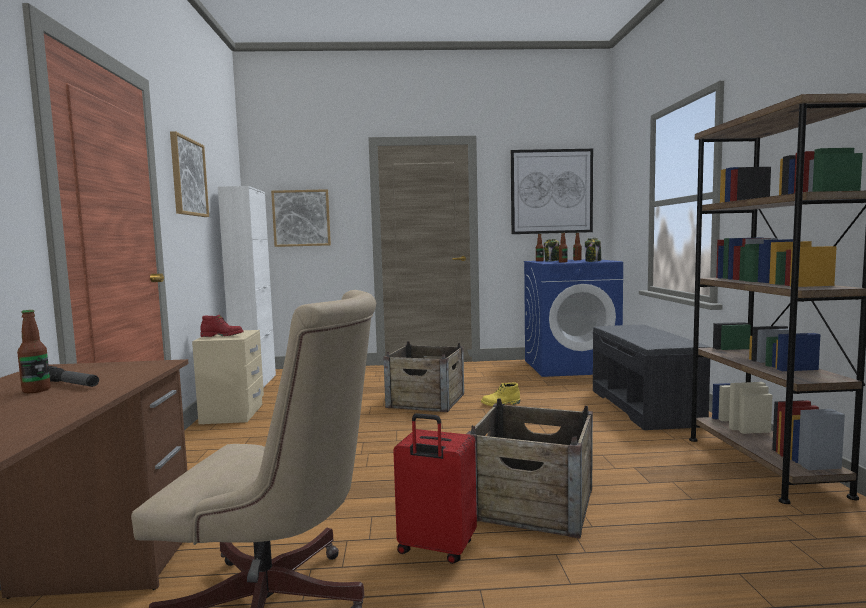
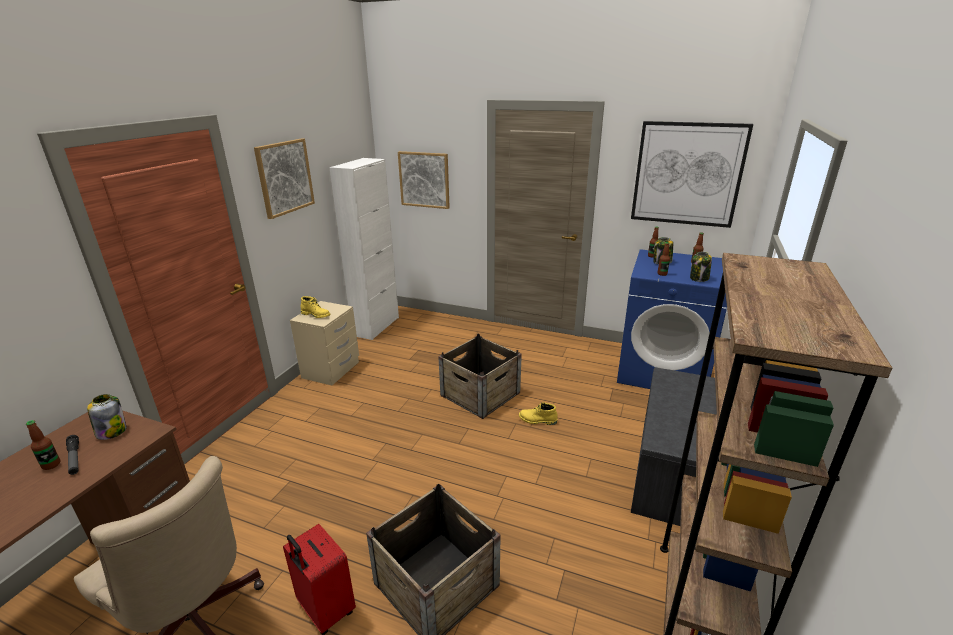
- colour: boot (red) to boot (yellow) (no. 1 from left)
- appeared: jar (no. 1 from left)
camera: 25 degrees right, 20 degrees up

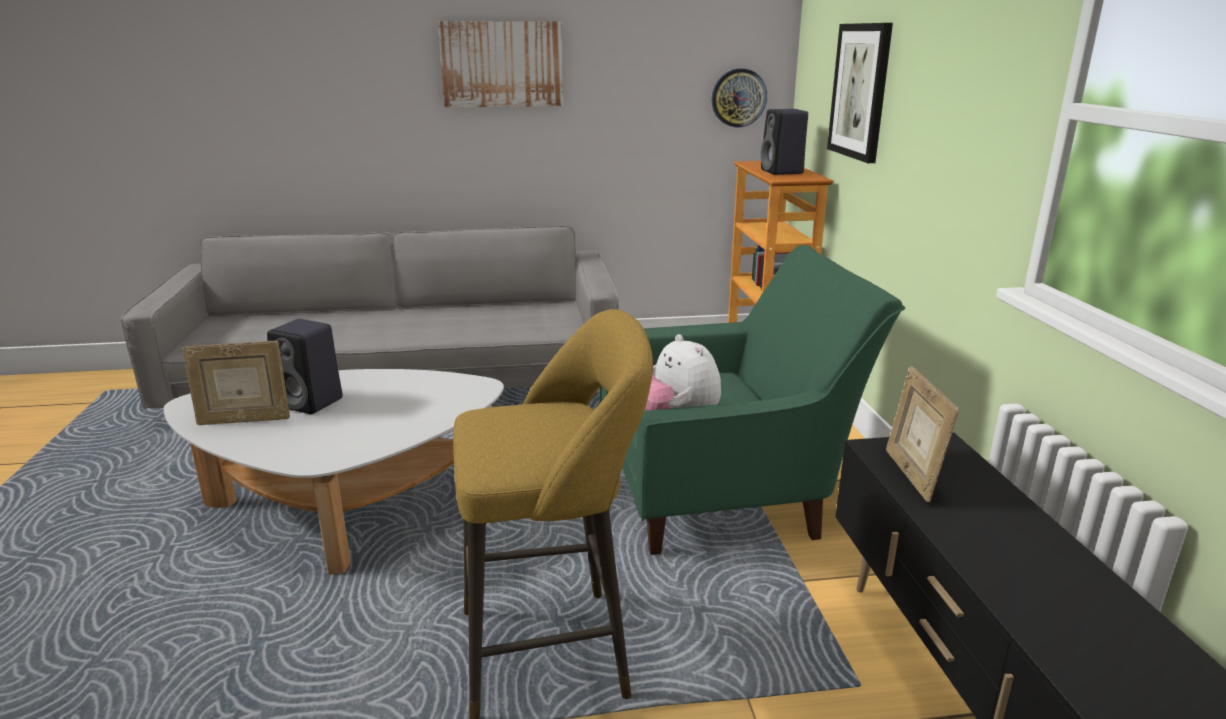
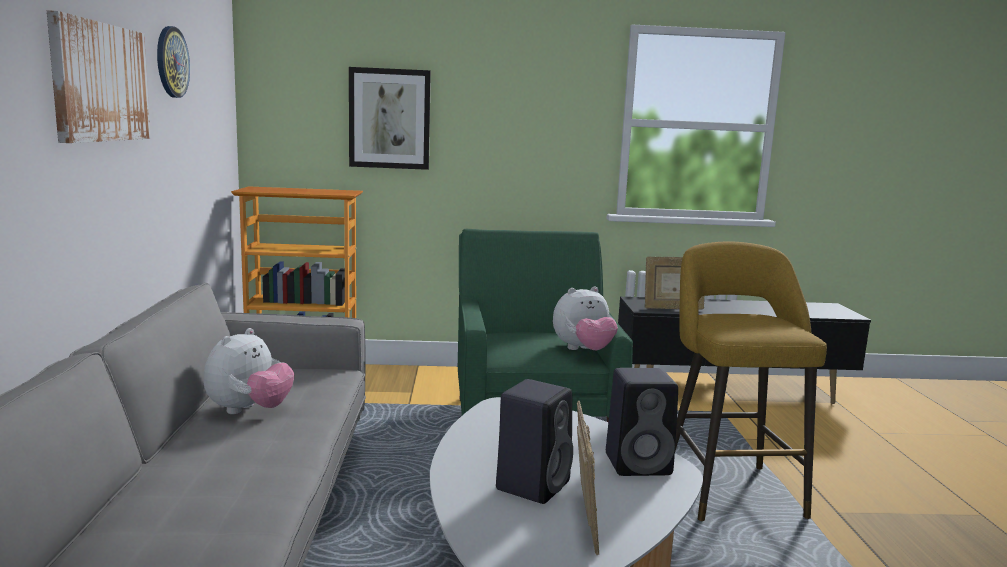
- relocated: wall clock
- relocated: speaker (black) (no. 2 from left)
- appeared: plush toy (no. 1 from left)
camera: 85 degrees left, 10 degrees down

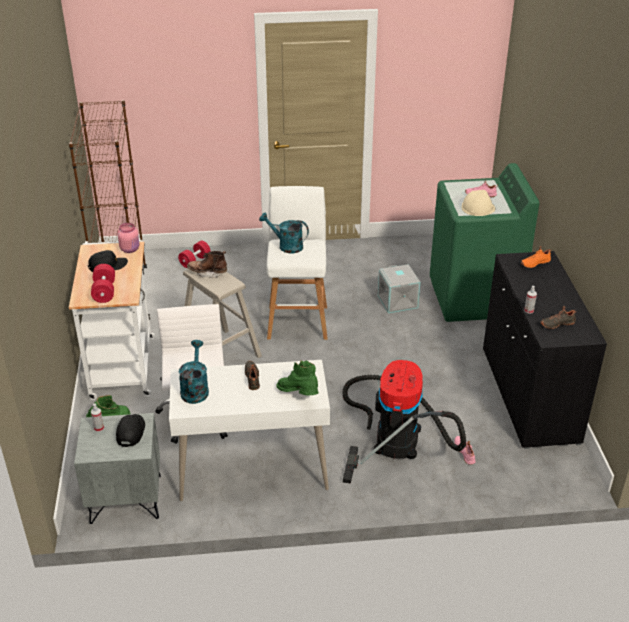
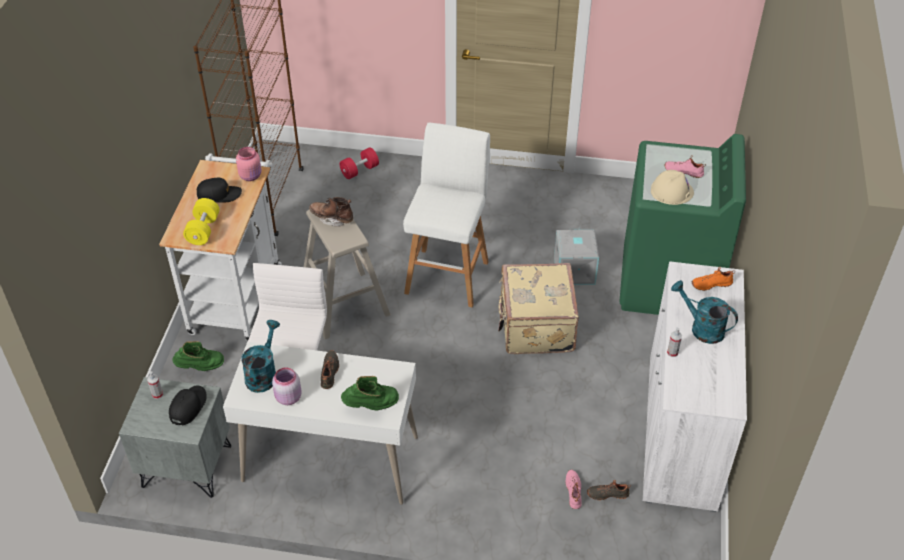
- relocated: watering can (turquoise) (no. 2 from left)
- colour: cabinet (black) to cabinet (white)
- colour: dumbbell (red) (no. 1 from left) to dumbbell (yellow)
- relocated: shoe (black) (no. 2 from left)
- spun: boot (green) (no. 2 from left) 105 degrees clockwise
- missing: vacuum cleaner
- appeared: suitcase (beige)
- appeared: jar (pink) (no. 2 from left)
camera: 15 degrees right, 10 degrees up

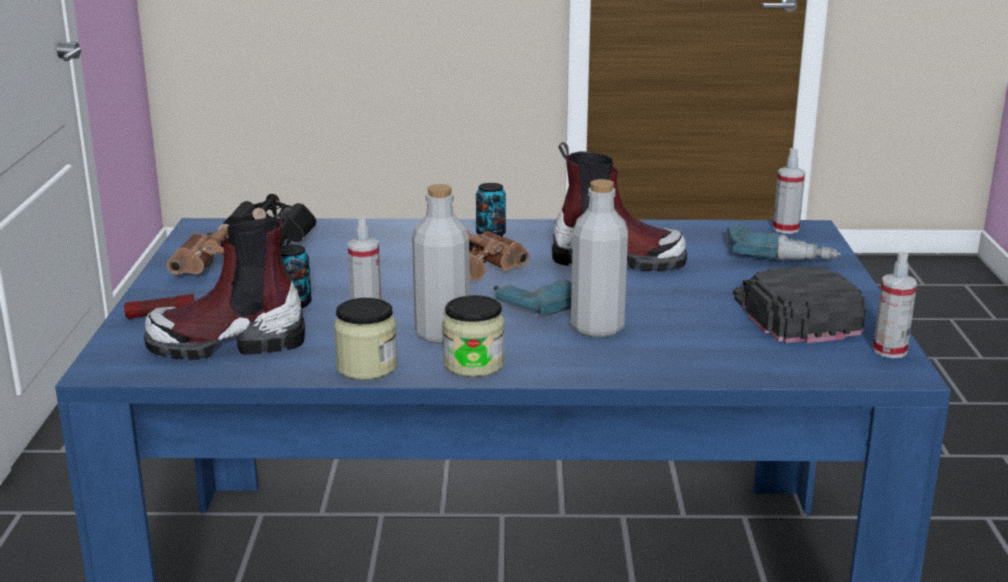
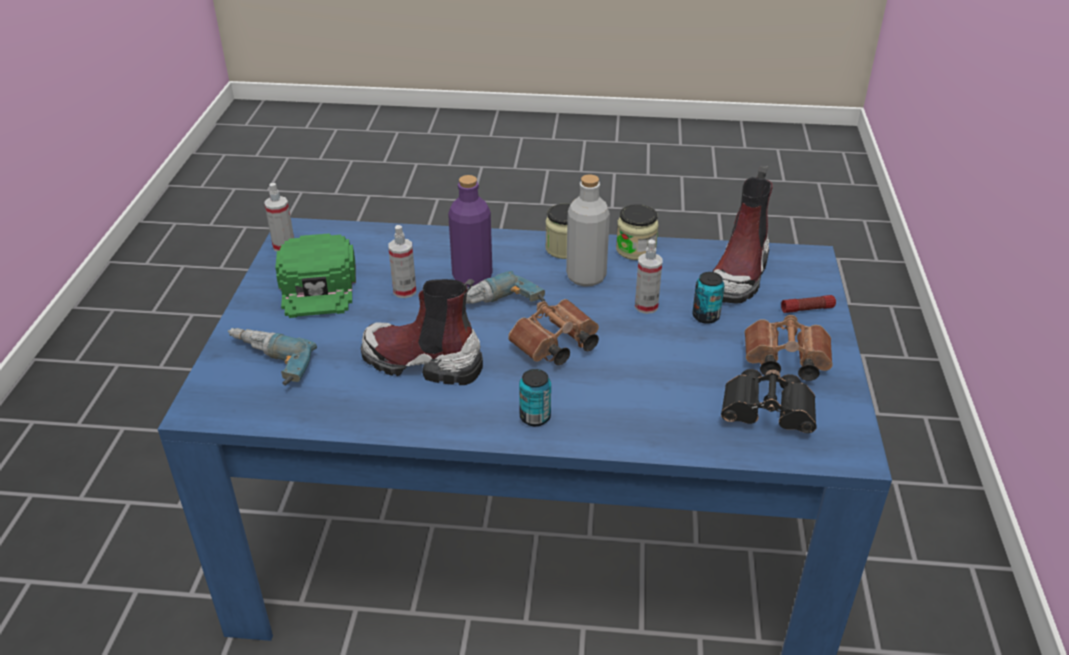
- relocated: spray bottle (no. 2 from left)
- colour: bottle (grey) (no. 2 from left) to bottle (purple)
- spun: boot (no. 1 from left in the first image) 120 degrees clockwise
- colour: cap (black) to cap (green)
camera: 175 degrees left, 15 degrees up

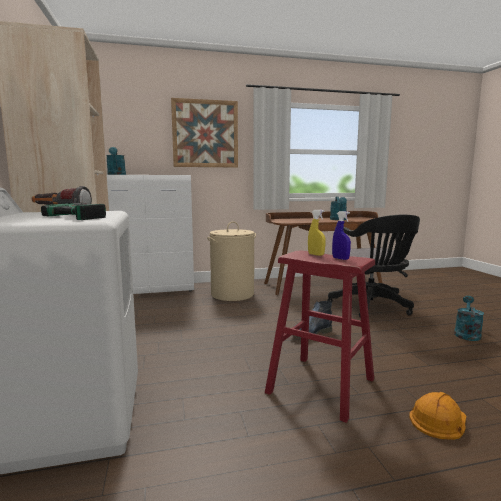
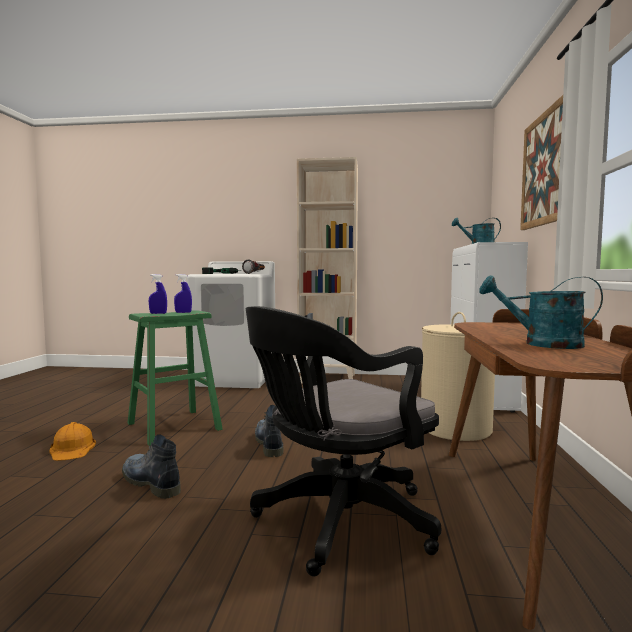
- colour: spray bottle (yellow) to spray bottle (blue) (no. 2 from left)
- spun: office chair (black) 45 degrees counterclockwise
- colour: stool (red) to stool (green)
- missing: watering can (turquoise) (no. 3 from left)
- appeared: boot (no. 1 from left)
camera: 110 degrees right, 5 degrees down

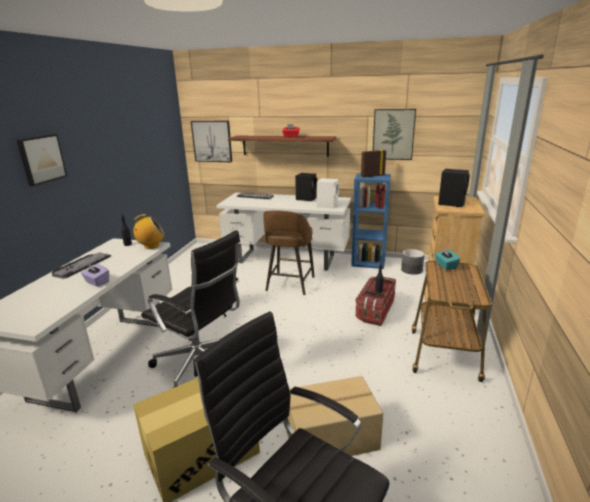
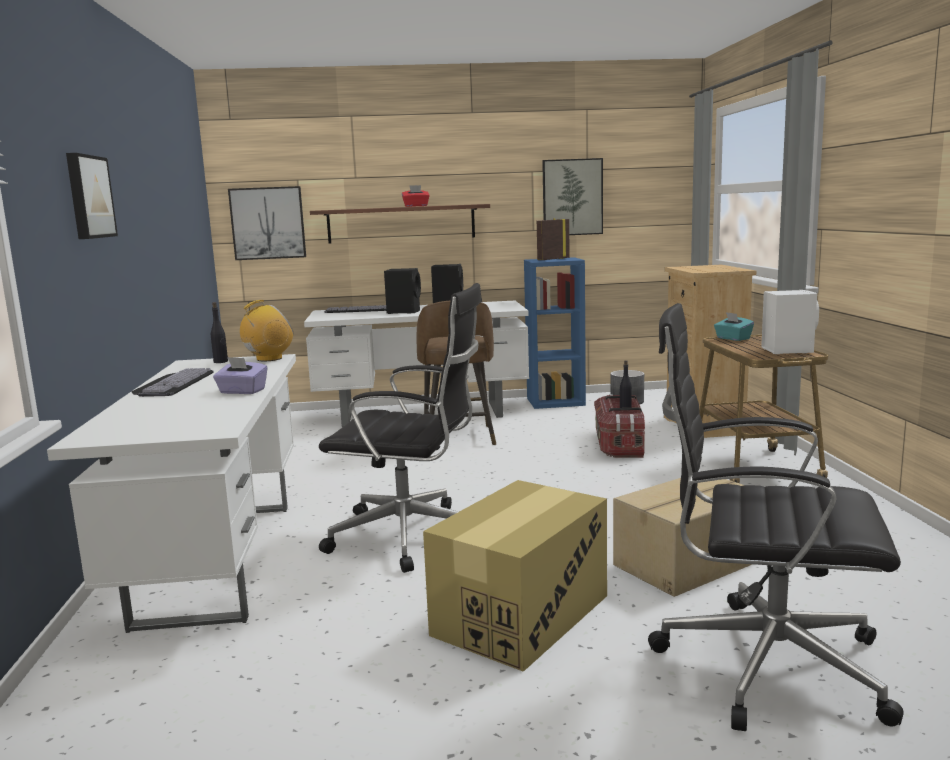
- relocated: speaker (black) (no. 2 from left in the first image) to speaker (black) (no. 1 from left)
- relocated: speaker (white)
camera: 20 degrees left, 10 degrees down

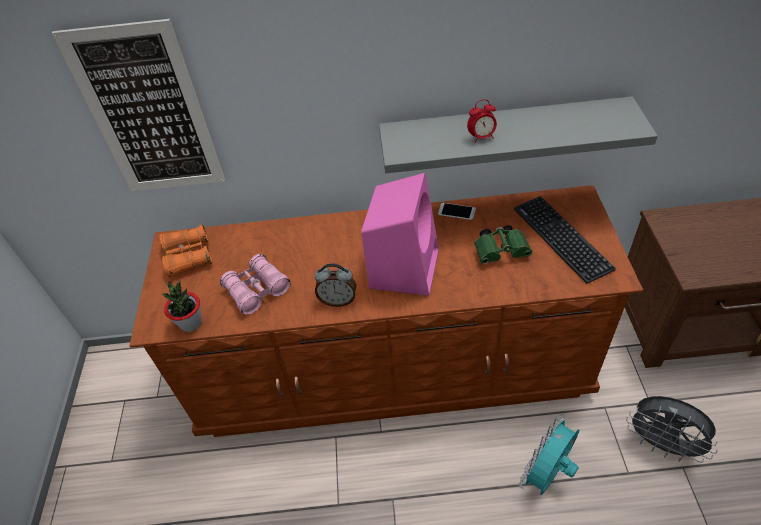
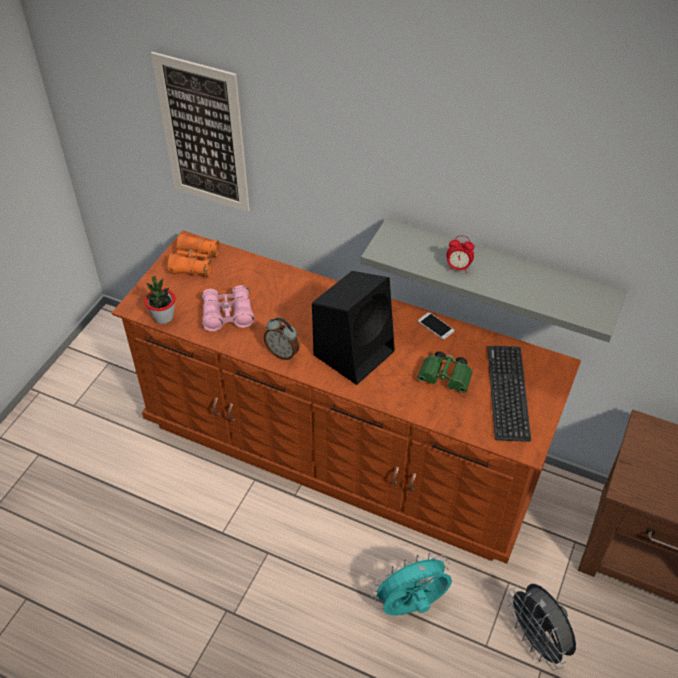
- colour: speaker (pink) to speaker (black)
camera: 25 degrees right, 0 degrees up

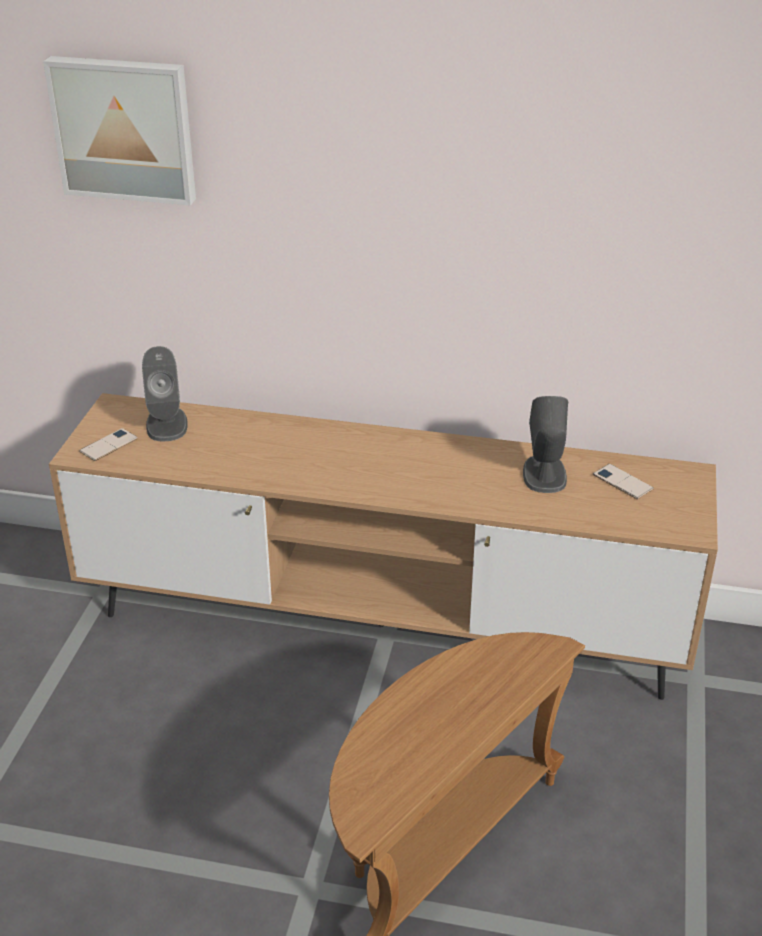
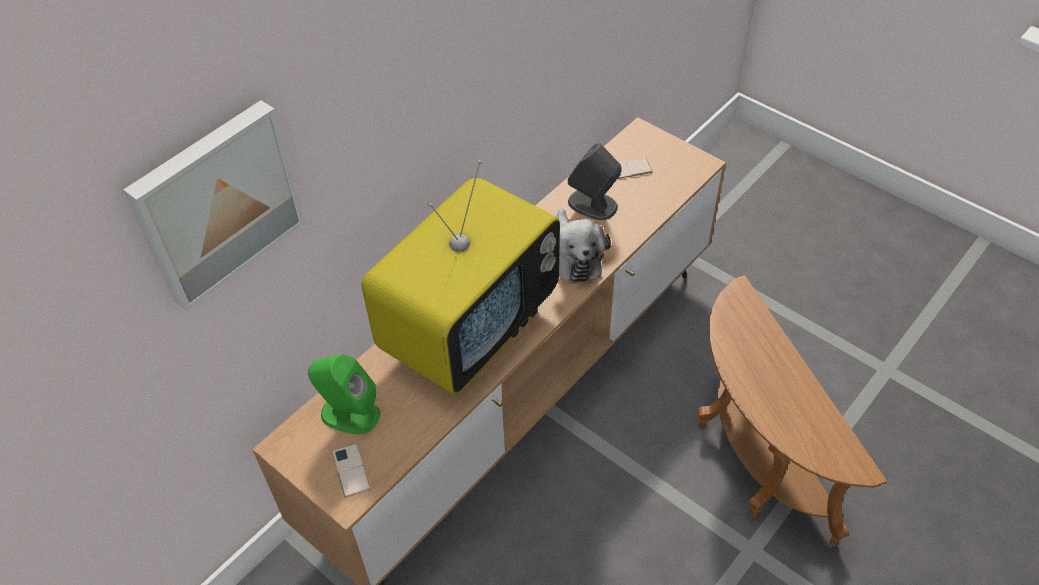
- colour: speaker (grey) (no. 1 from left) to speaker (green)
- appeared: television
- appeared: plush toy
camera: 60 degrees left, 15 degrees up

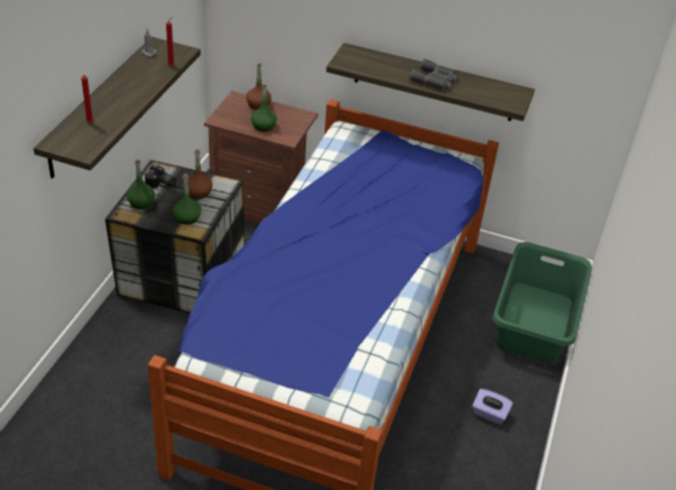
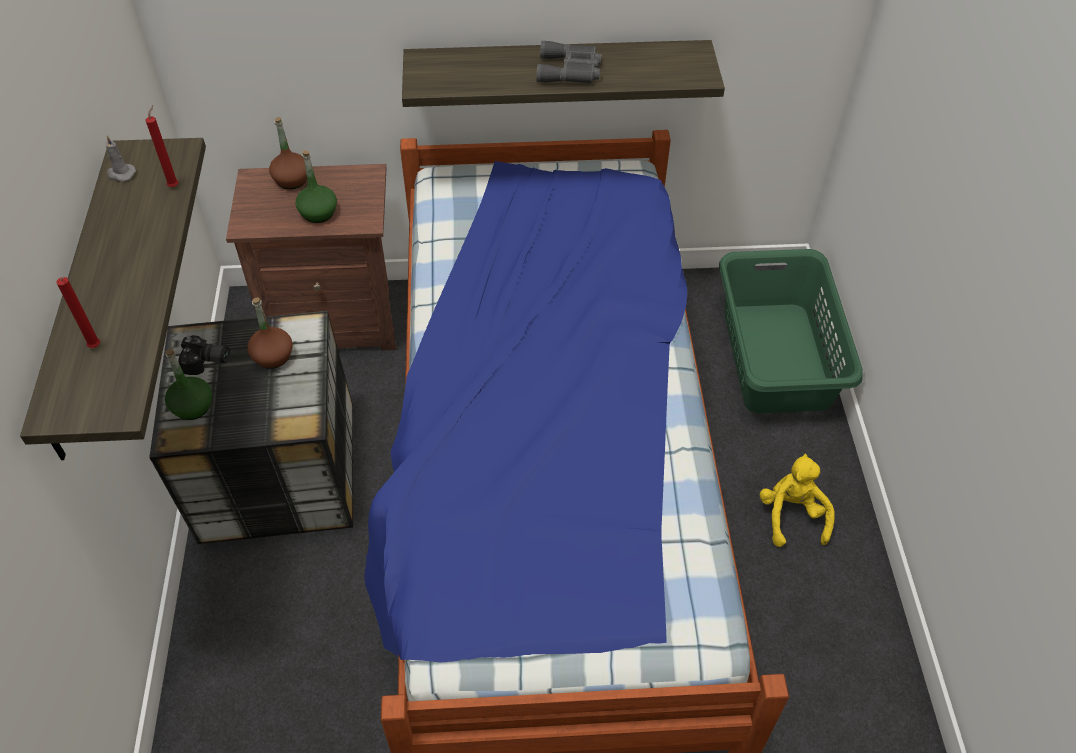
- missing: bottle (green) (no. 2 from left)
- exchanged: tissue box (purple) to plush toy (yellow)
camera: 20 degrees left, 10 degrees up

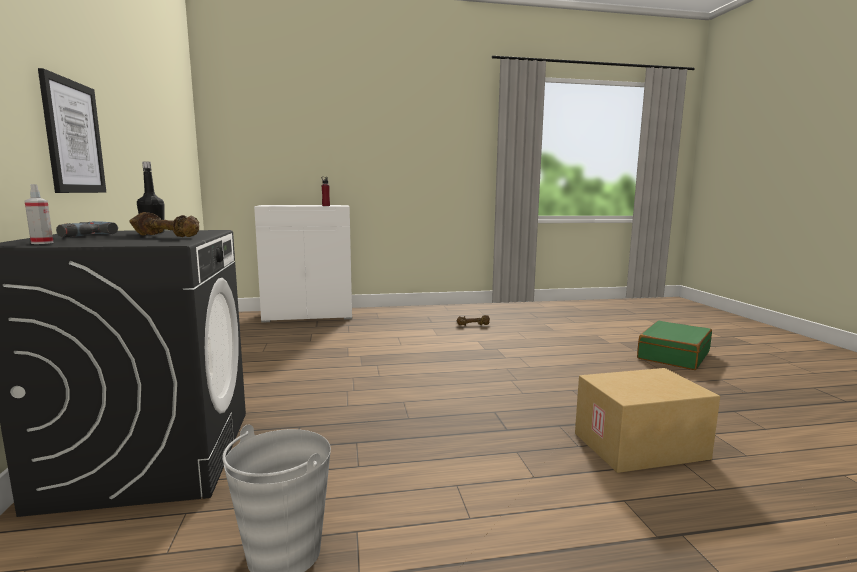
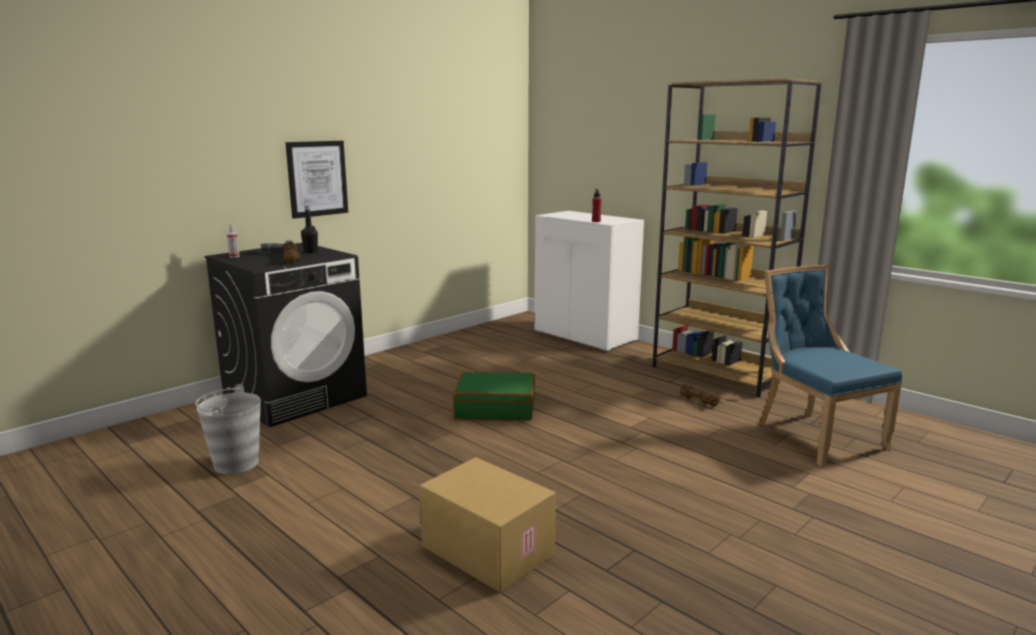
- relocated: suitcase (green)
- appeared: bookcase (brown)
- appeared: chair (blue)
camera: 55 degrees right, 5 degrees up

